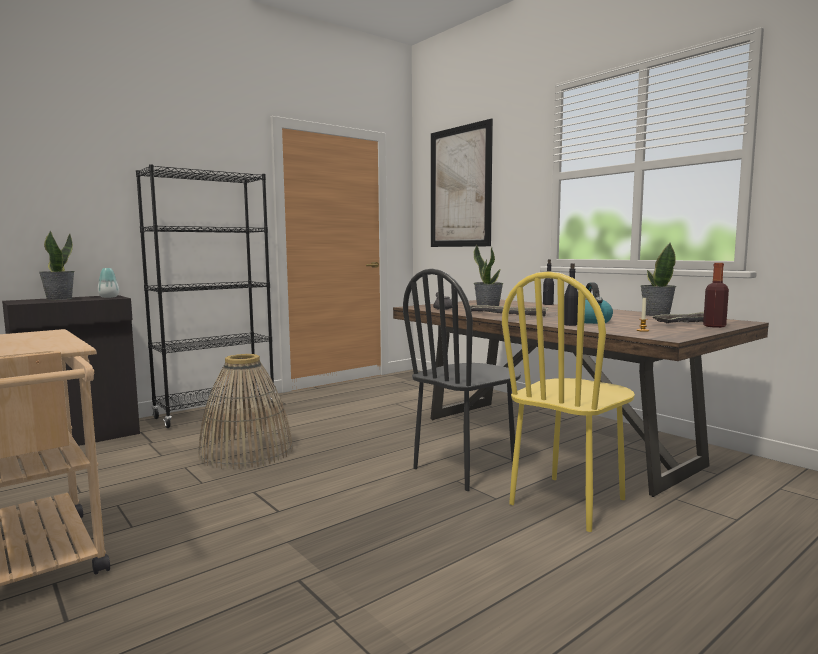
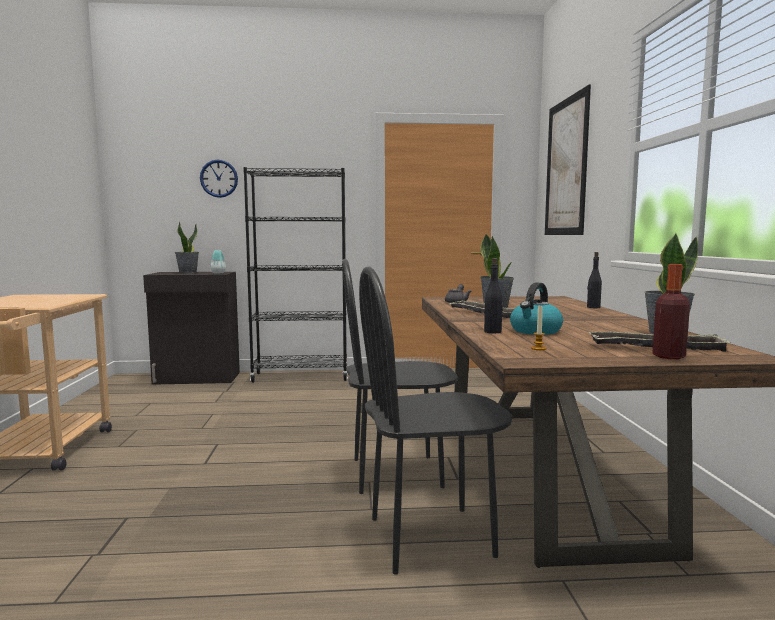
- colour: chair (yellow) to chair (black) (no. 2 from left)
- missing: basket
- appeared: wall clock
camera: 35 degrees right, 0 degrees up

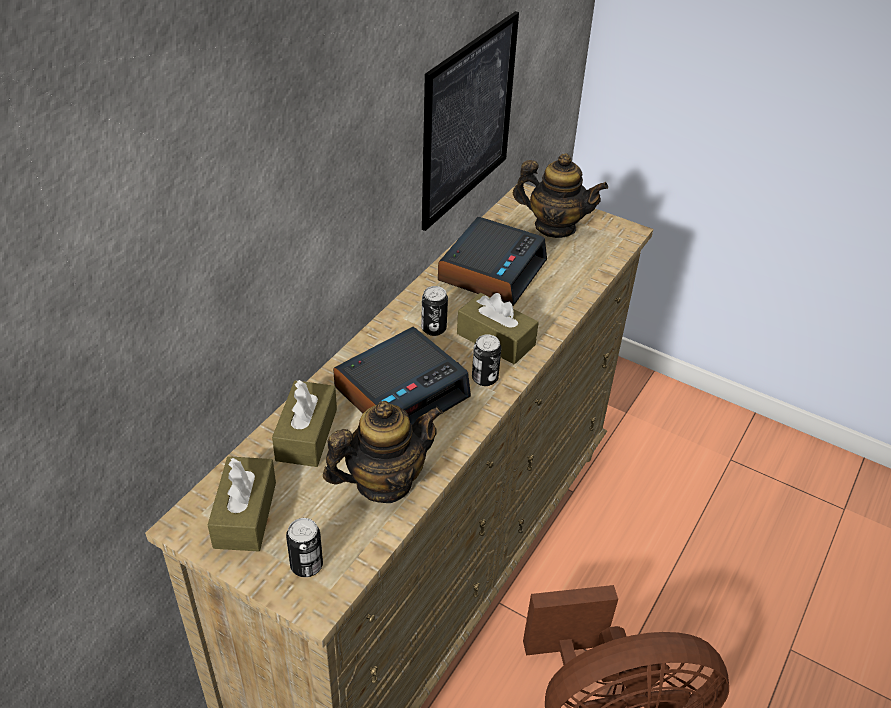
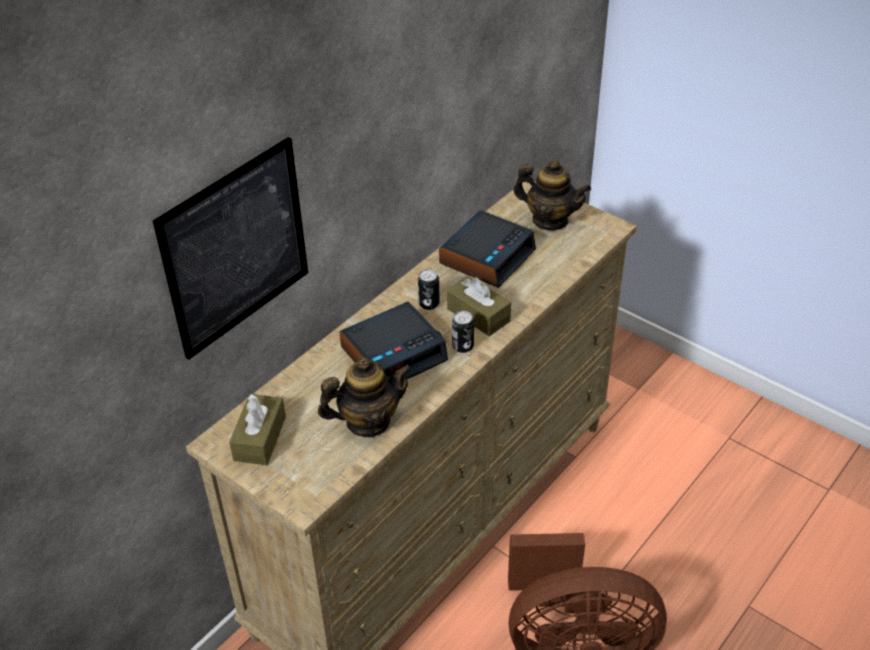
- relocated: picture
- missing: tissue box (brown) (no. 2 from left)
- missing: can (no. 1 from left)
camera: 10 degrees right, 0 degrees up

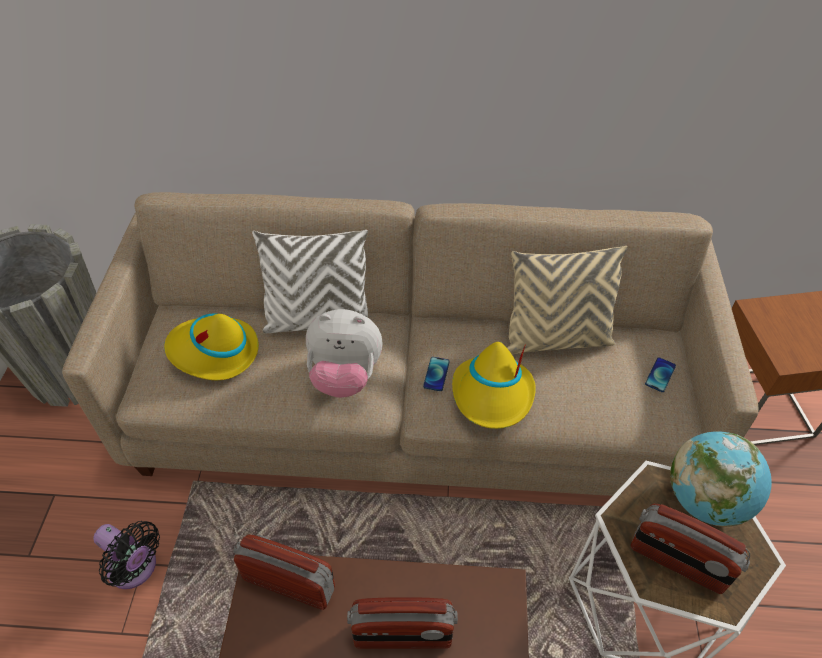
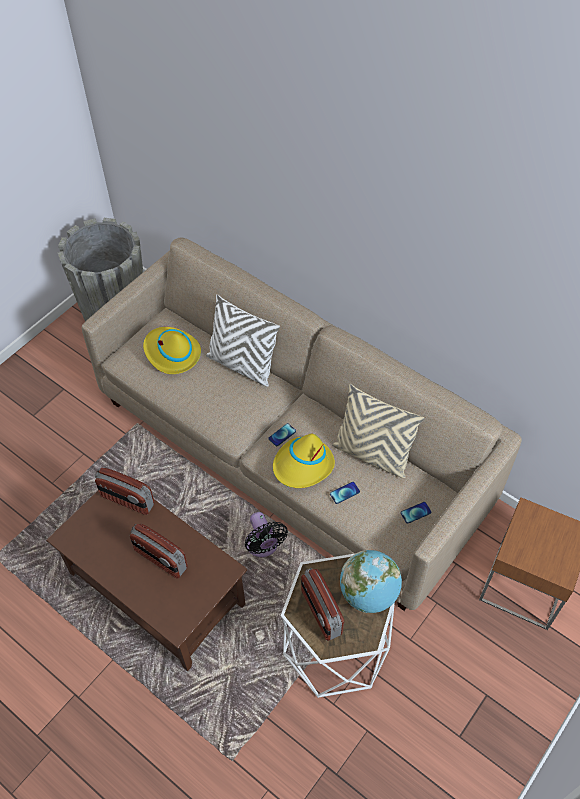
- missing: plush toy
- relocated: fan (black)
- spun: radio (no. 1 from left) 150 degrees clockwise
- appeared: phone (no. 2 from left)
camera: 35 degrees right, 5 degrees up

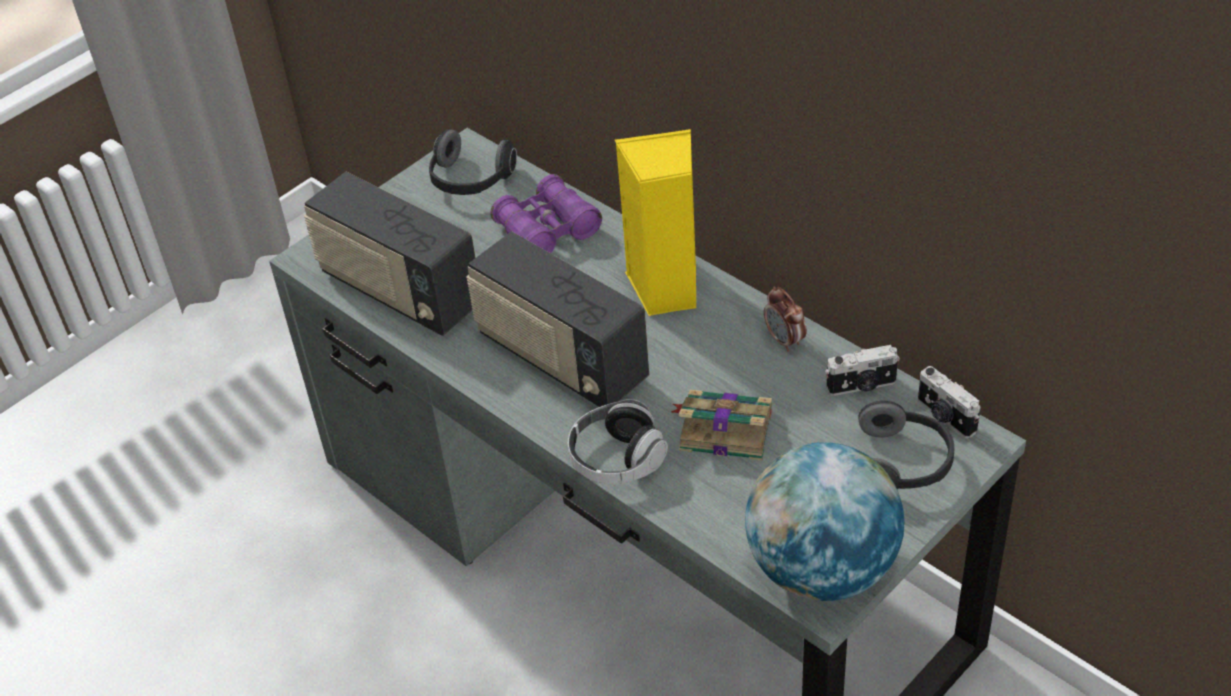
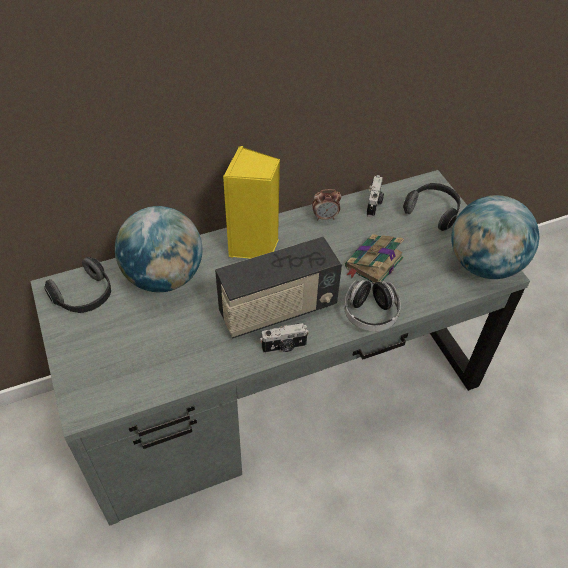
- missing: radio (no. 1 from left)
- exchanged: binoculars (purple) to globe (no. 1 from left)
- relocated: photo camera (no. 2 from left in the first image) to photo camera (no. 1 from left)
camera: 70 degrees left, 5 degrees up

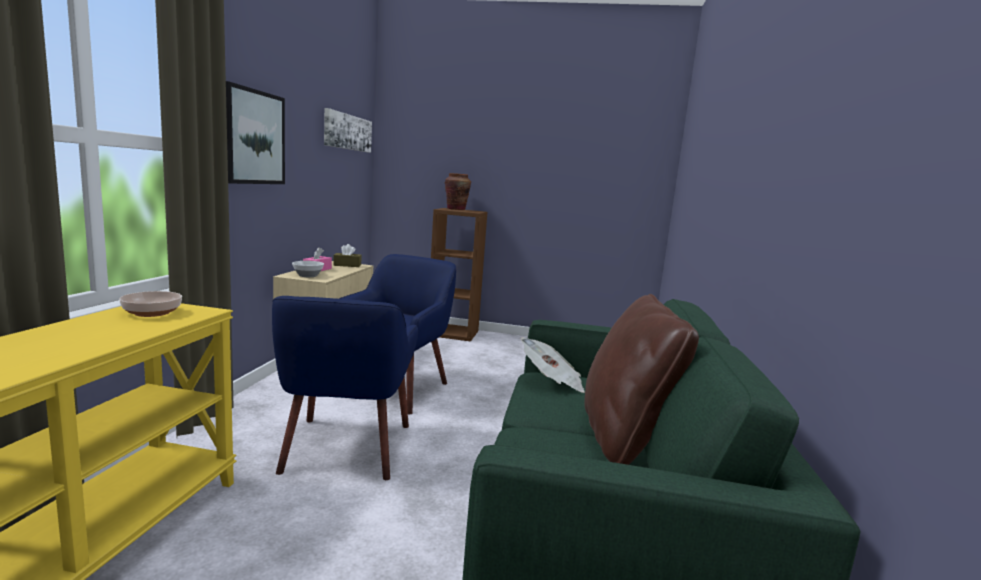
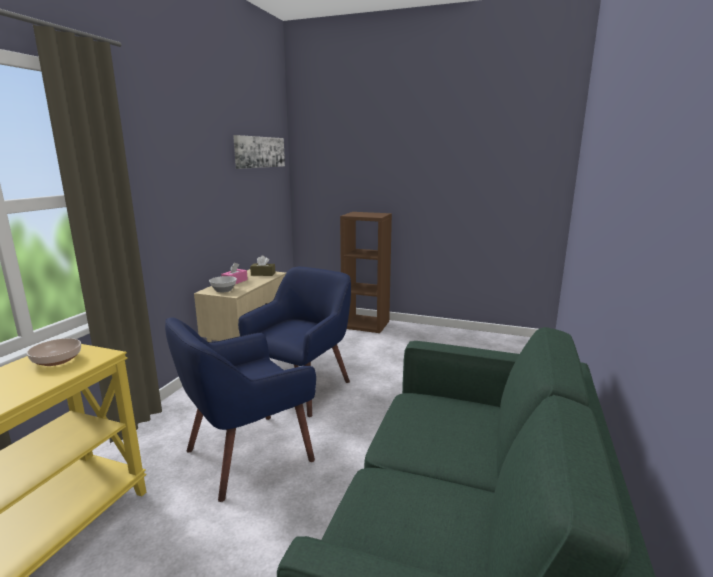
- missing: picture (no. 1 from left)
- missing: vase (brown)
- missing: pillow (brown)
- spun: armchair (blue) (no. 1 from left) 45 degrees clockwise
- missing: newspaper
camera: 10 degrees right, 5 degrees up

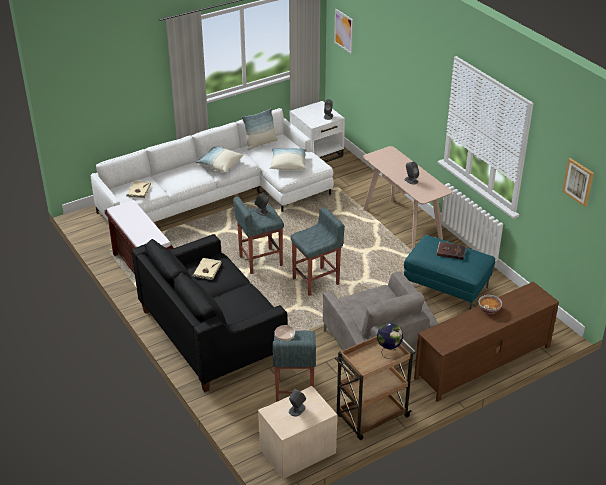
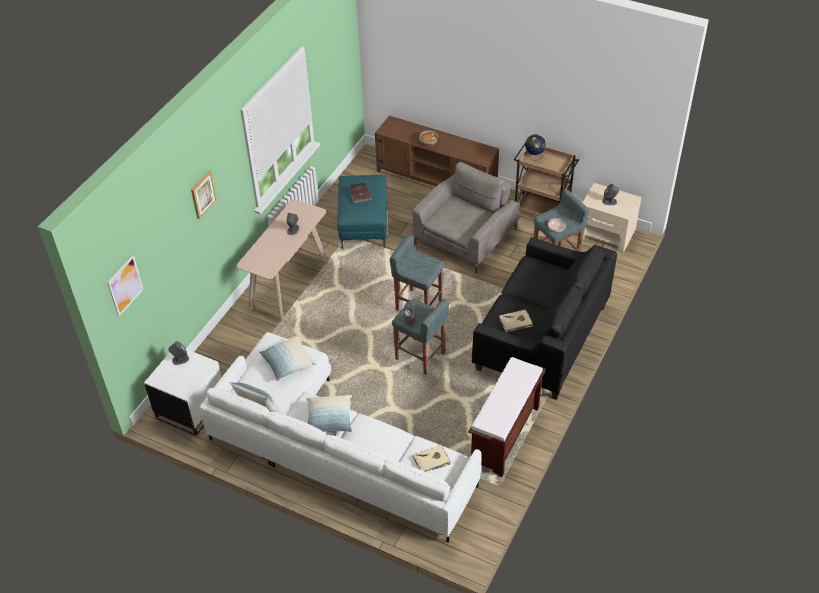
- relocated: picture (no. 2 from left)
camera: 120 degrees left, 10 degrees up

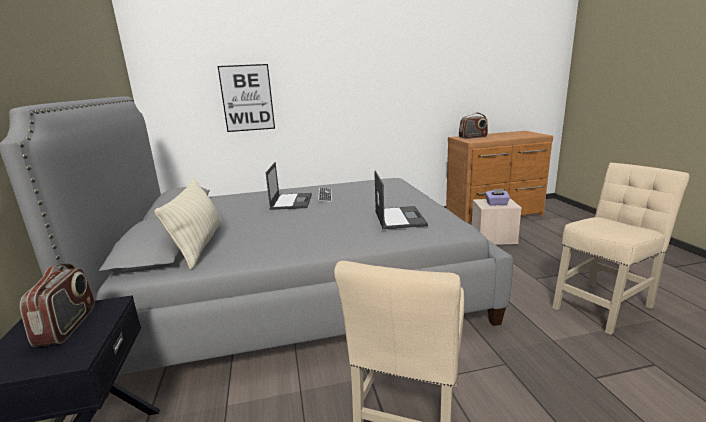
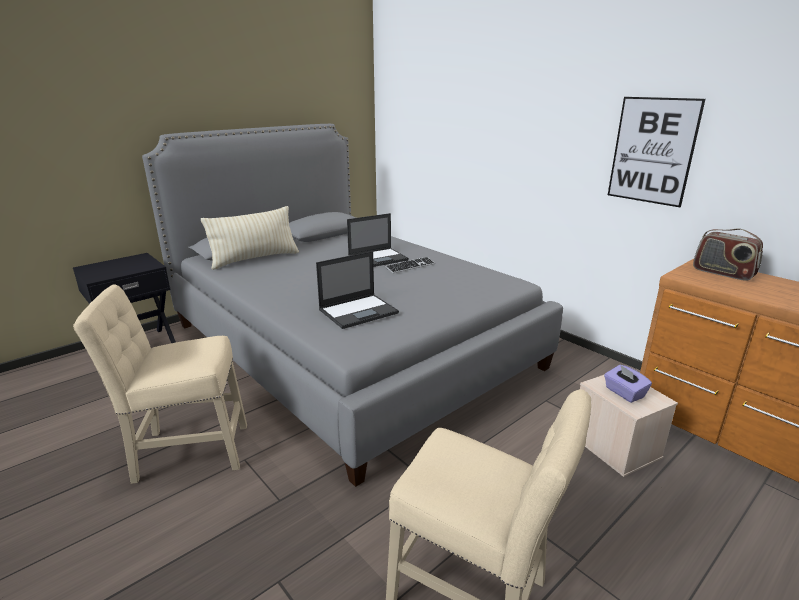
- relocated: picture
- missing: radio (no. 1 from left)
camera: 60 degrees right, 5 degrees up

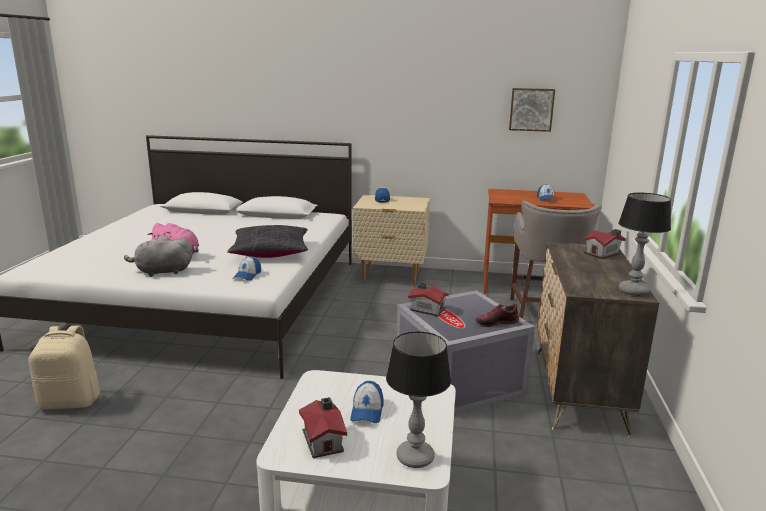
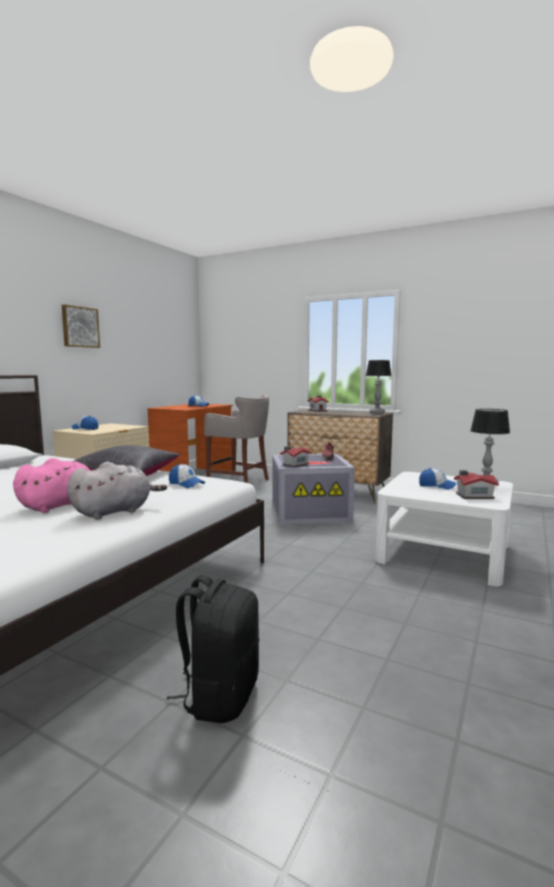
- relocated: picture
- spun: plush toy (grey) 135 degrees counterclockwise
- colour: backpack (beige) to backpack (black)
camera: 70 degrees left, 10 degrees down

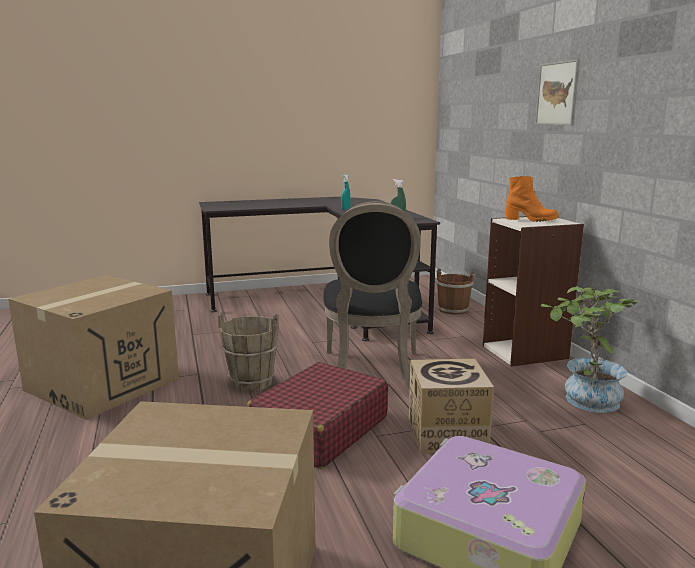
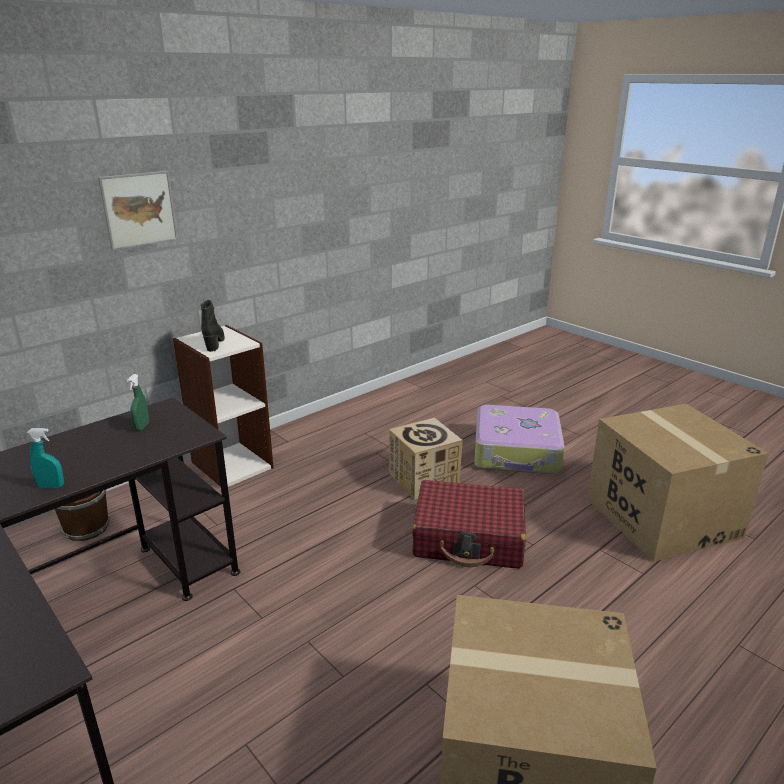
- colour: boot (orange) to boot (black)
- missing: chair (black)
- missing: potted plant
- missing: bucket (brown) (no. 1 from left)
camera: 115 degrees left, 10 degrees up

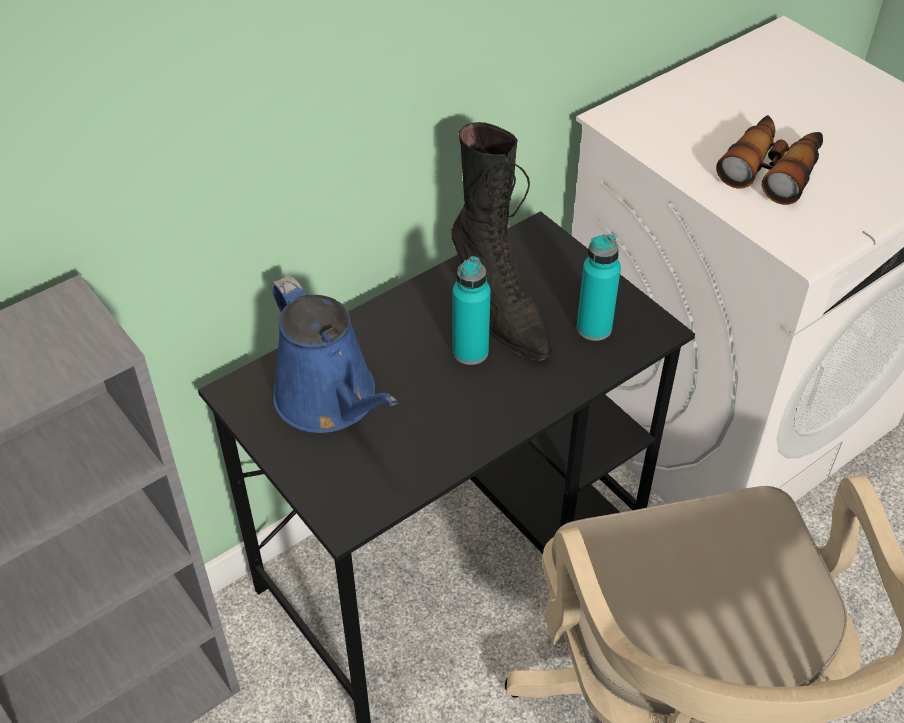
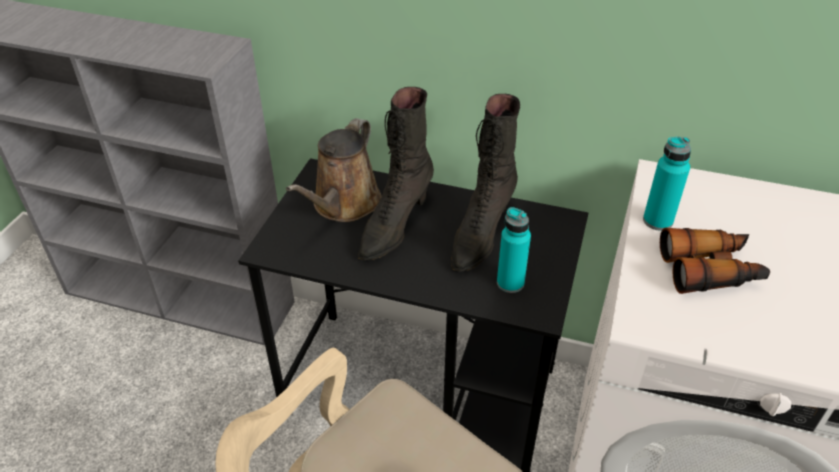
- relocated: bottle (turquoise) (no. 1 from left in the first image) to bottle (turquoise) (no. 2 from left)
- colour: watering can (blue) to watering can (brown)
- appeared: boot (black) (no. 1 from left)
camera: 55 degrees right, 5 degrees down

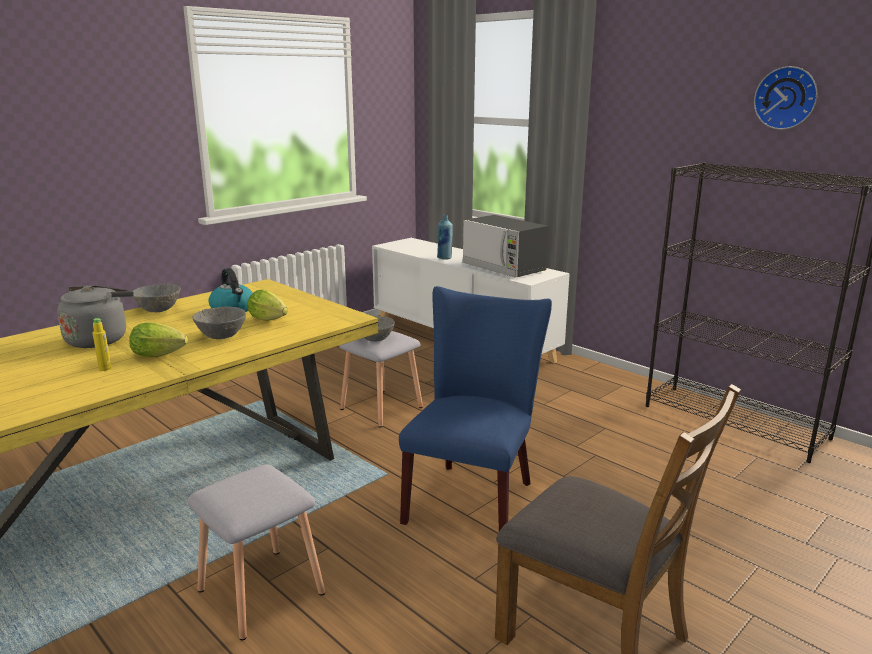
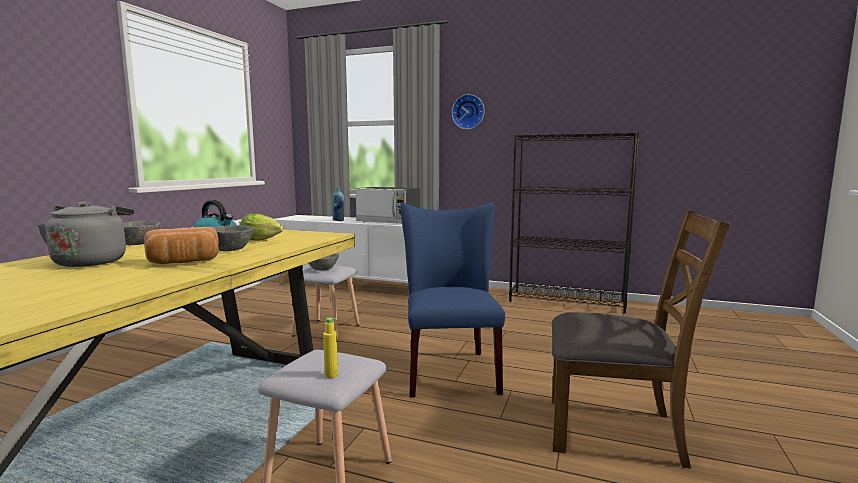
- relocated: wall clock
- relocated: bottle (yellow)
- exchanged: lettuce (no. 1 from left) to bread
camera: 25 degrees left, 10 degrees down

